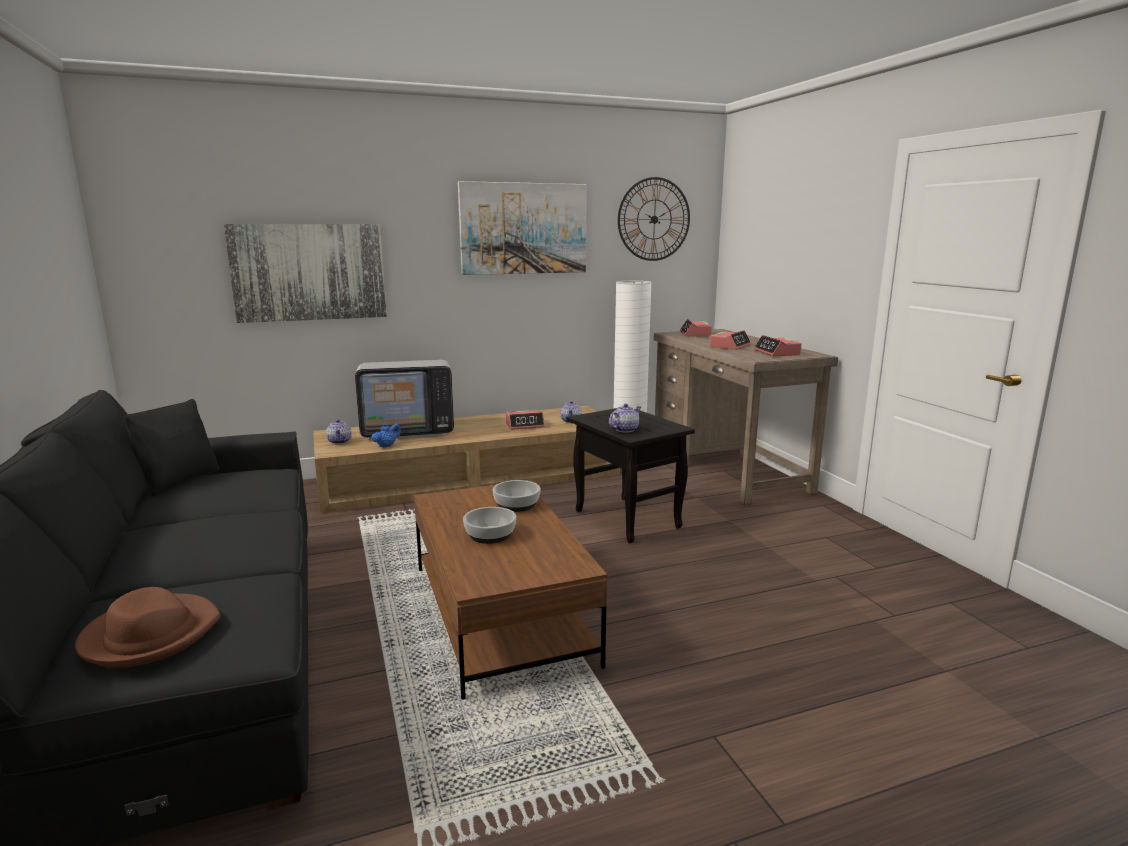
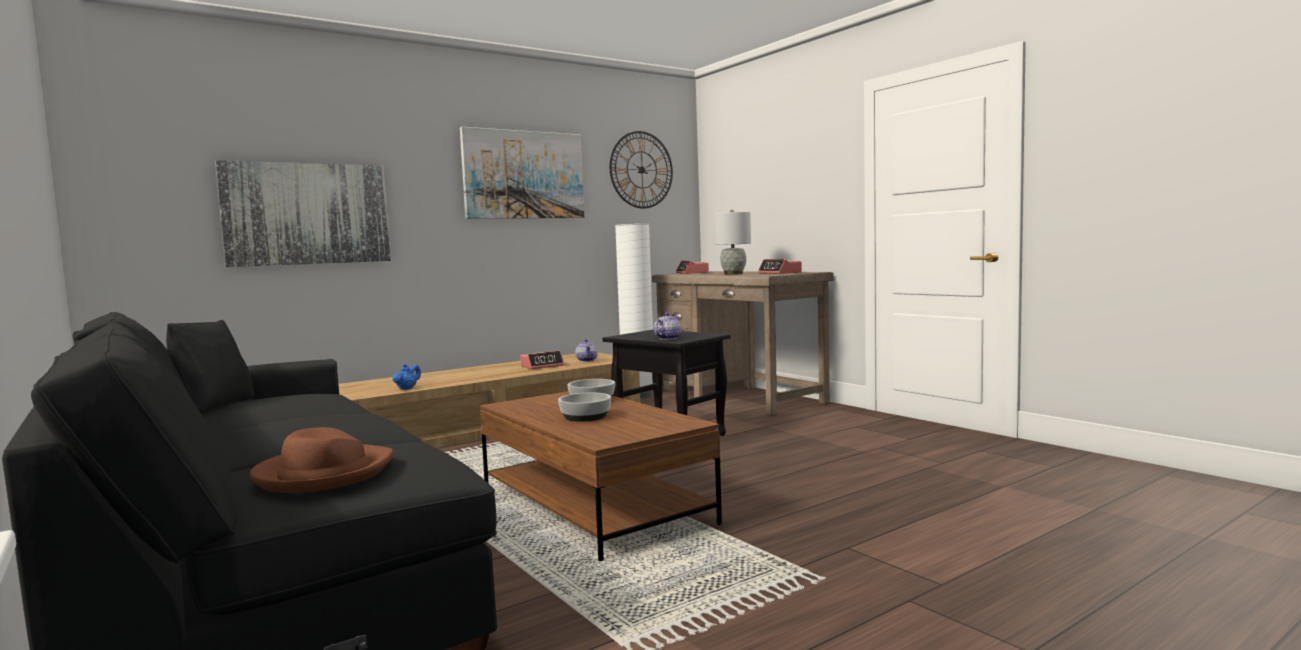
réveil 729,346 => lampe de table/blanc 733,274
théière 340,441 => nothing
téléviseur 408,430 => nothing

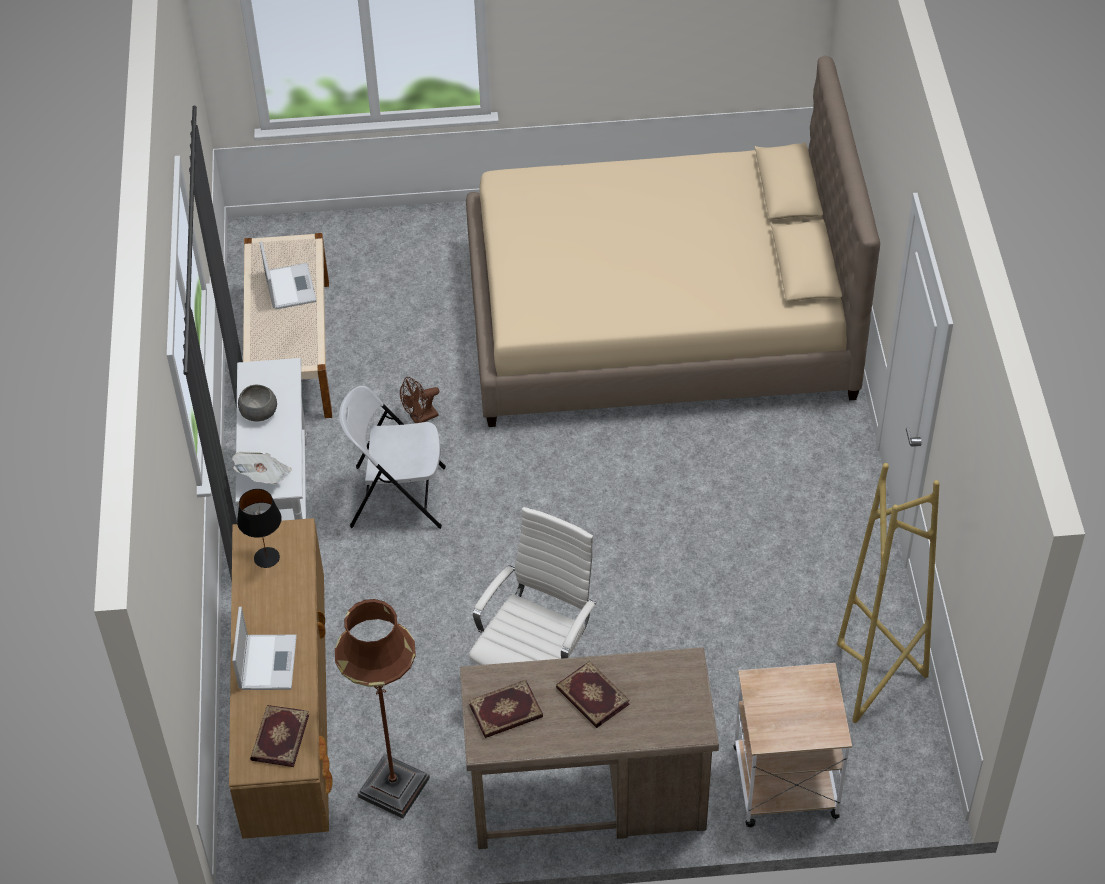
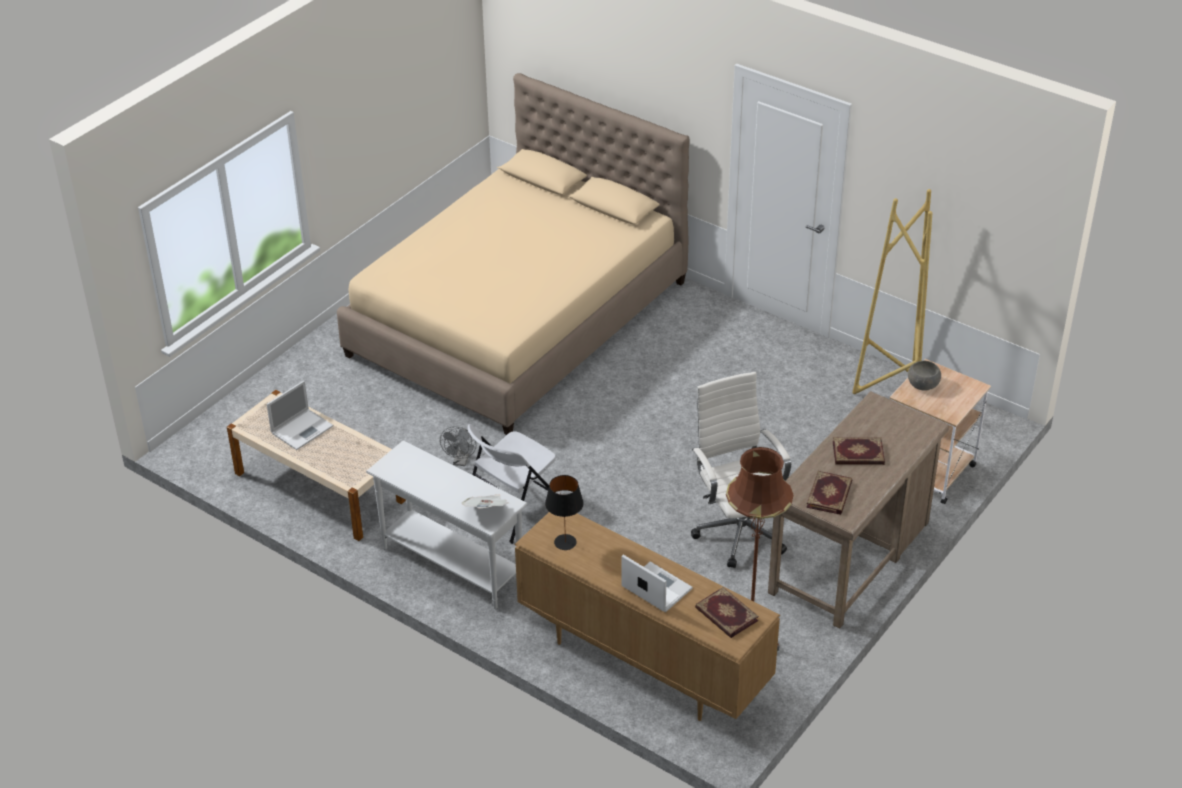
ordinateur portable 289,286 => ordinateur portable 302,429, 105 degrees clockwise
ventilateur/marron 420,418 => ventilateur/gris 461,461
bol/gris 258,412 => bol/gris 923,385, moved

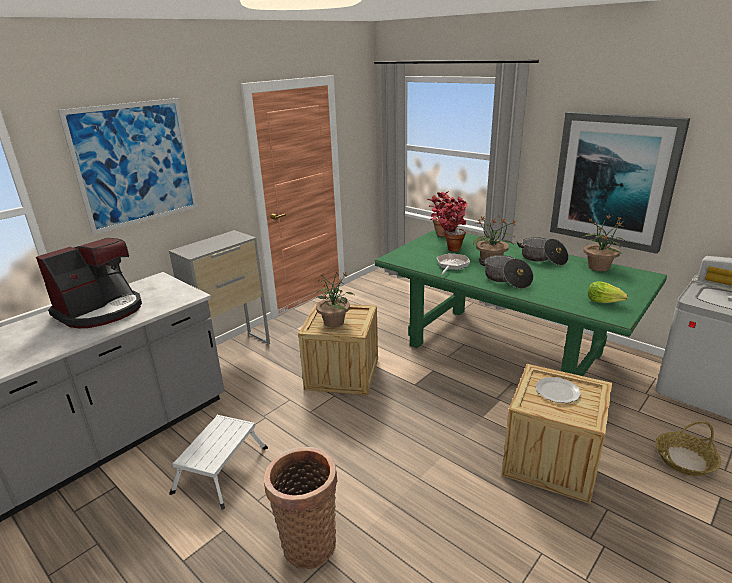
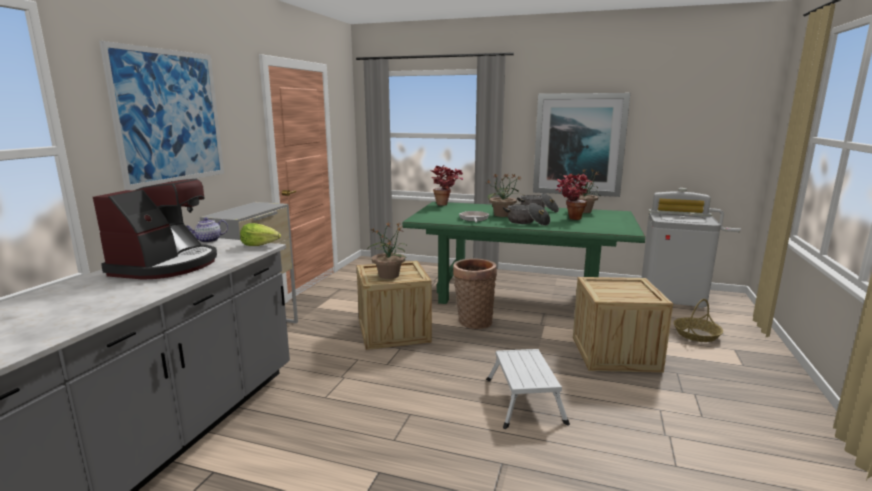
nothing => théière 208,240
laitue 604,301 => laitue 260,245, moved
panier 308,541 => panier 473,321, moved
escabeau/blanc 220,470 => escabeau/blanc 524,400, moved
plante en pot 449,249 => plante en pot 570,218, moved
assiette 557,391 => nothing

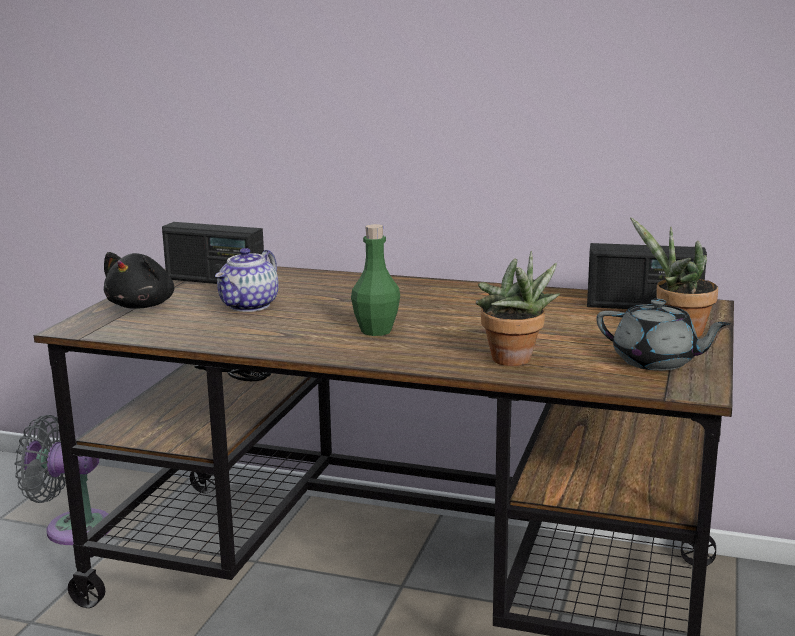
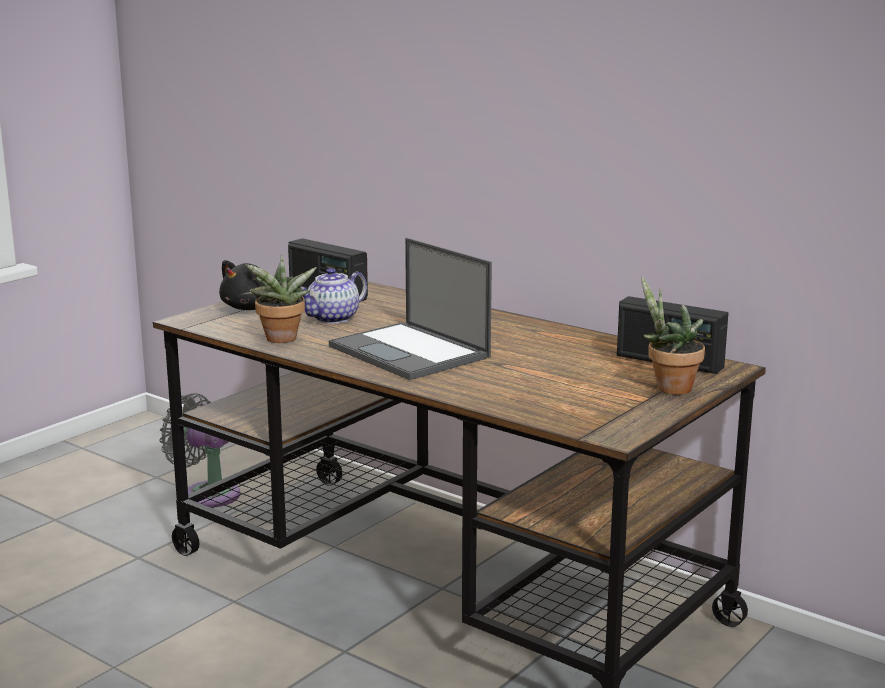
plante en pot 514,361 => plante en pot 281,340, moved
bouteille/vert 376,331 => ordinateur portable 411,352
théière/gris 656,362 => nothing

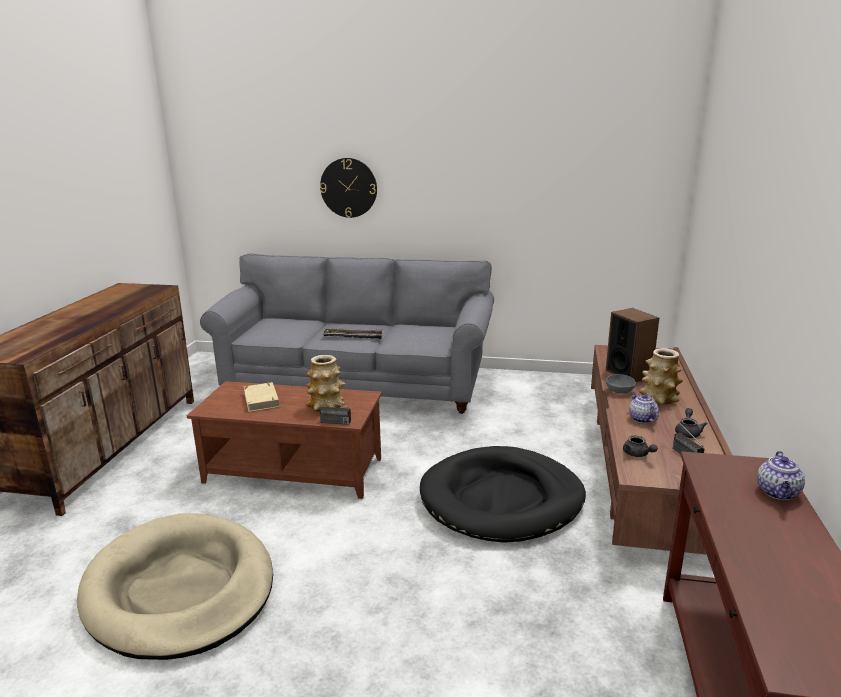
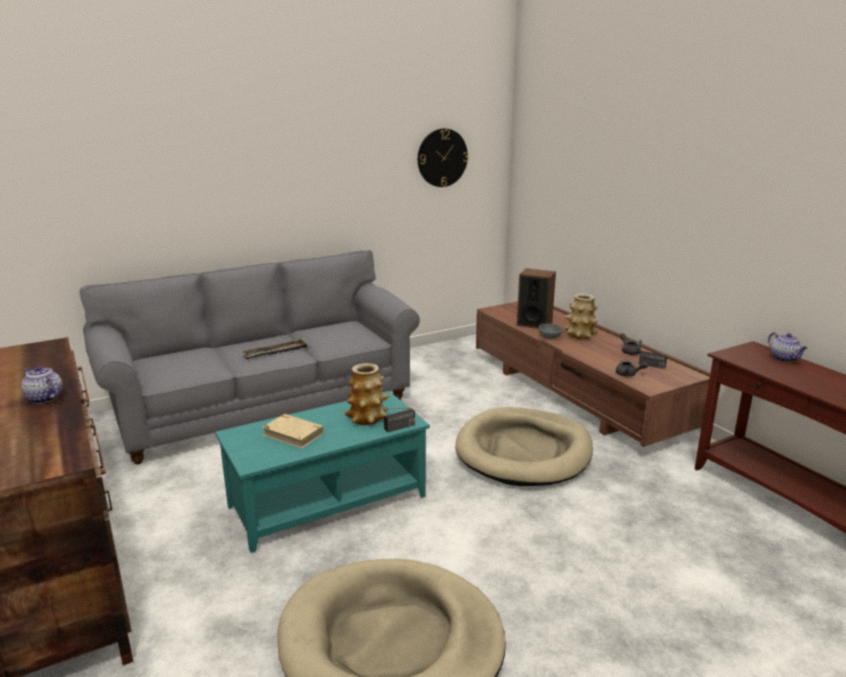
théière 641,419 => théière 43,398, moved
table basse/marron 294,470 => table basse/turquoise 327,500
horloge murale 348,188 => horloge murale 442,157, moved
panier pour chien/noir 502,499 => panier pour chien/beige 524,451

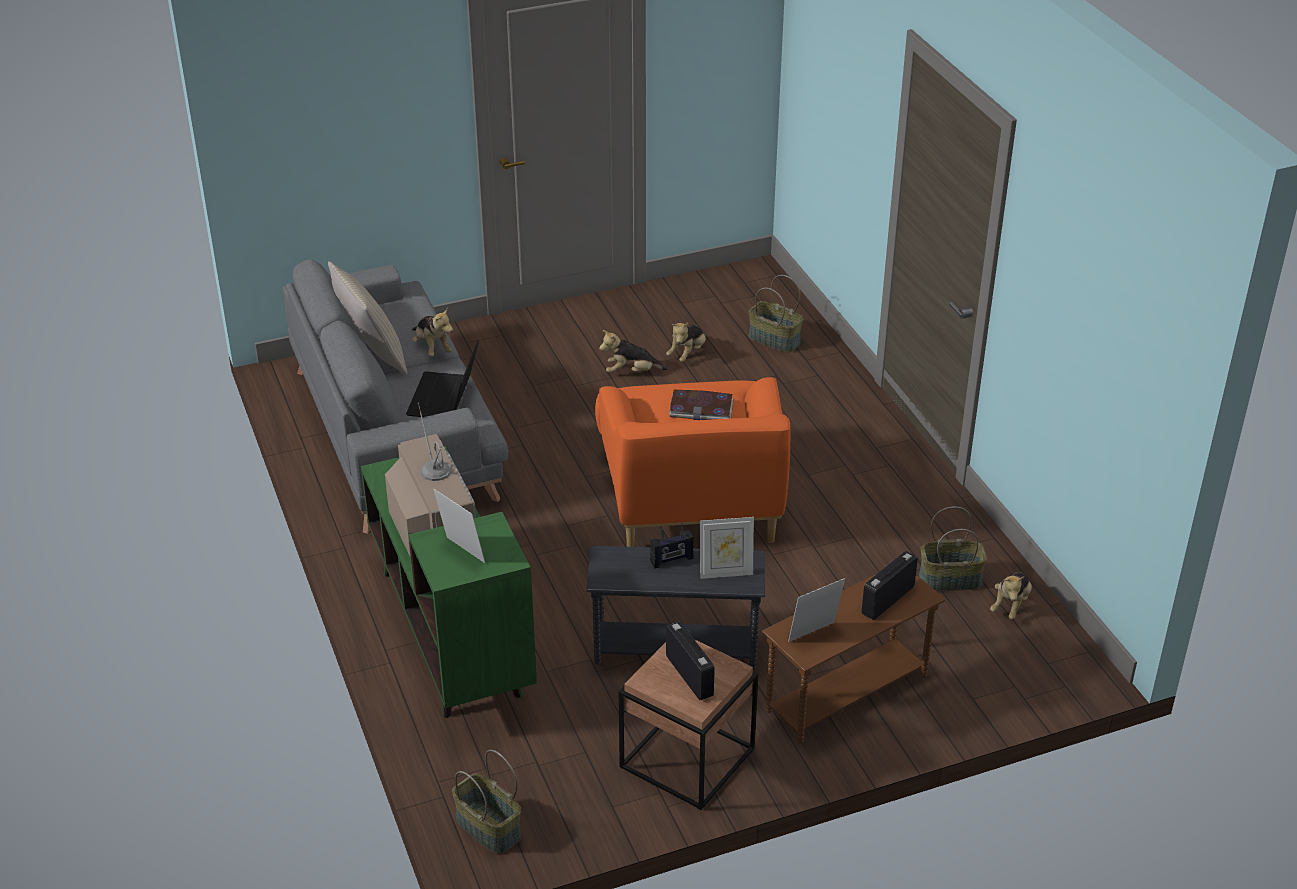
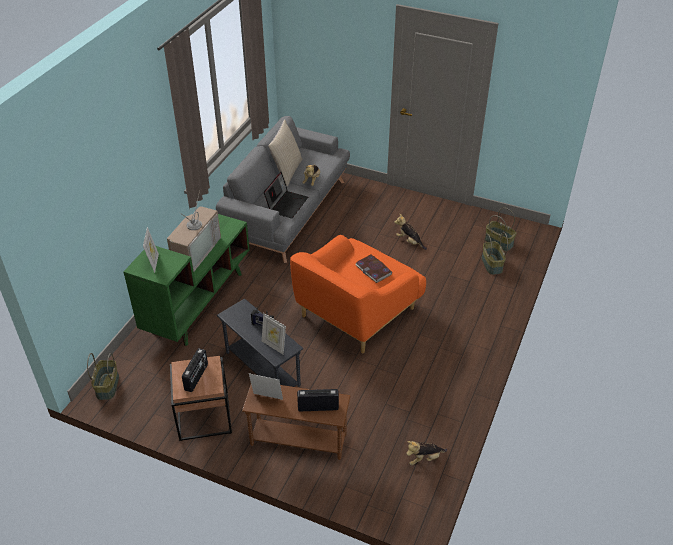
ordinateur portable 445,398 => ordinateur portable 286,204, 150 degrees clockwise
panier 950,579 => panier 499,242, moved
peluche 687,353 => nothing

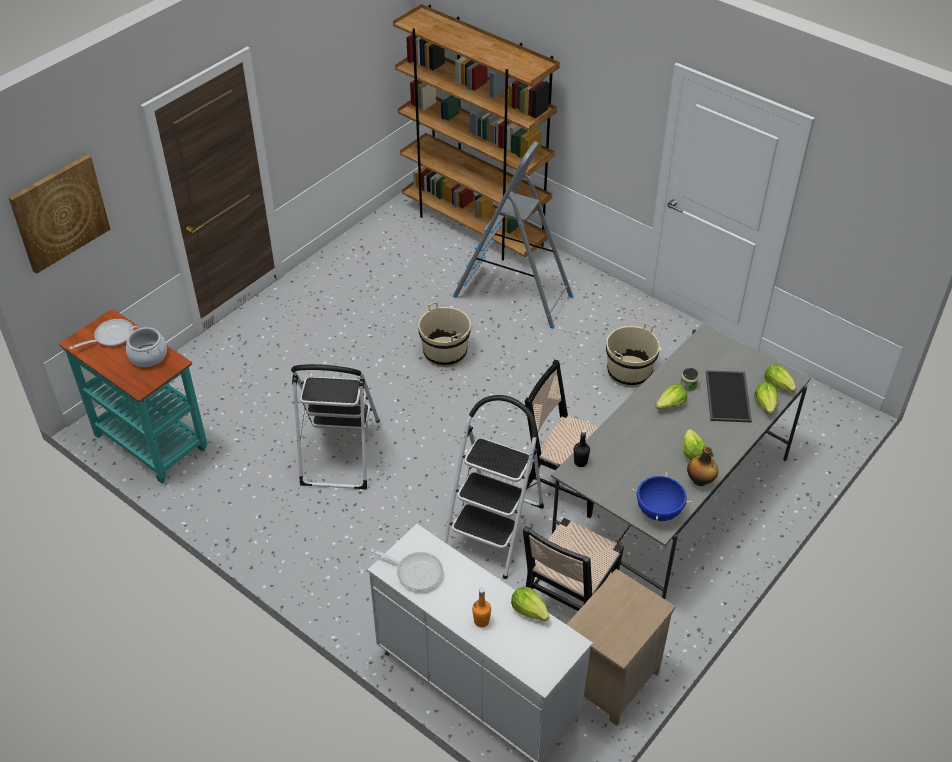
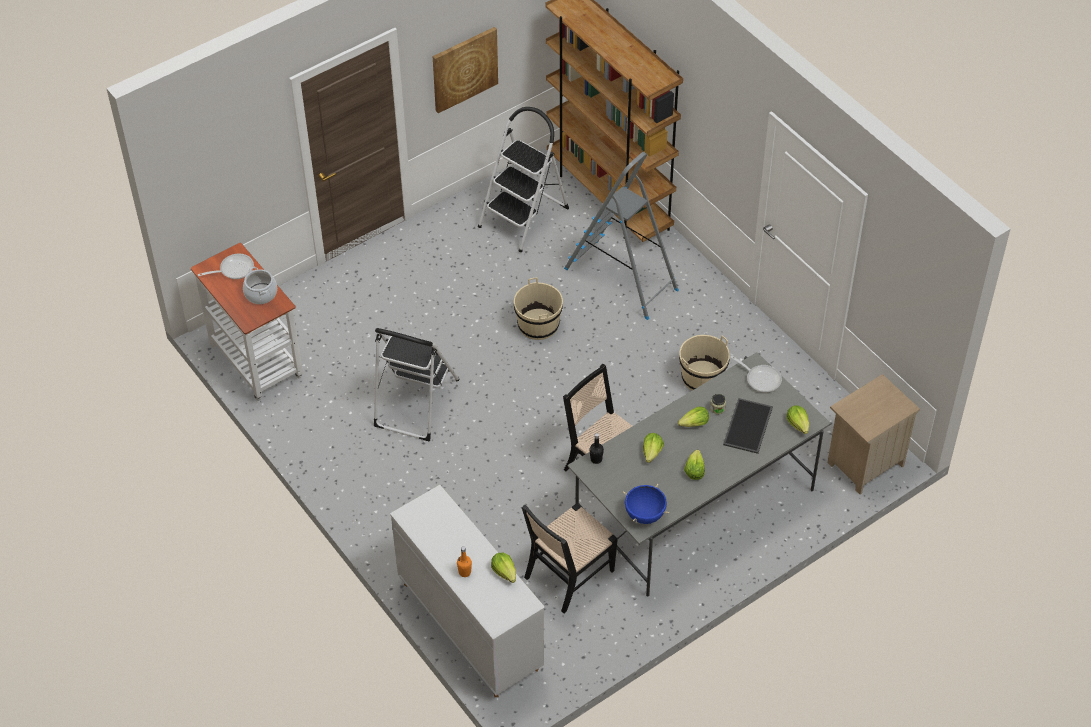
chariot/turquoise 149,442 => chariot/blanc 255,360
tableau 59,213 => tableau 464,69, moved
escabeau 495,528 => escabeau 526,216, moved
laitue 765,404 => laitue 652,452, moved
poêle 415,572 => poêle 761,378, moved
table de chevet/beige 609,681 => table de chevet/beige 863,463, moved
bouteille 700,481 => nothing

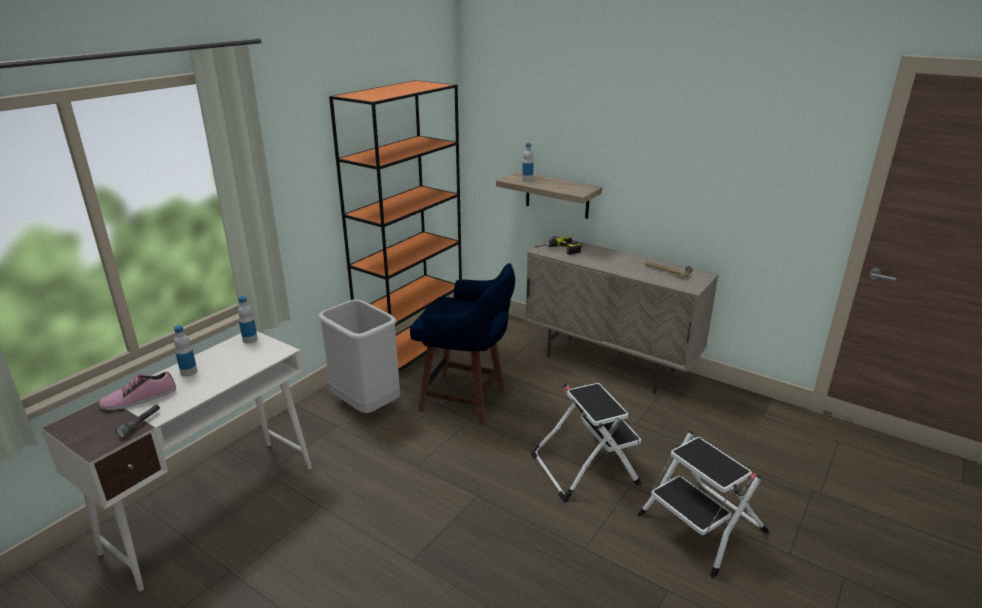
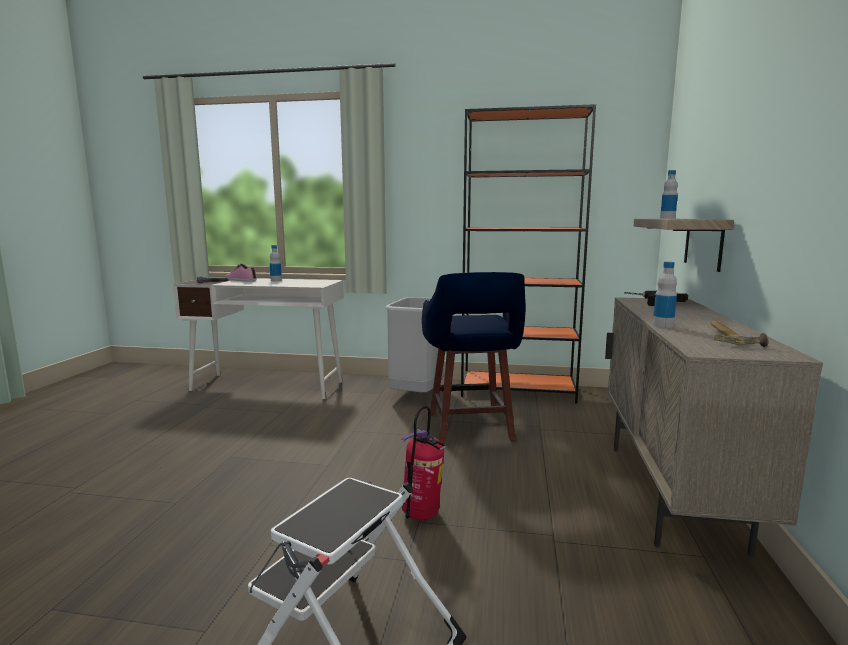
escabeau 585,466 => extincteur 421,517
bouteille 250,340 => bouteille 663,325, moved

